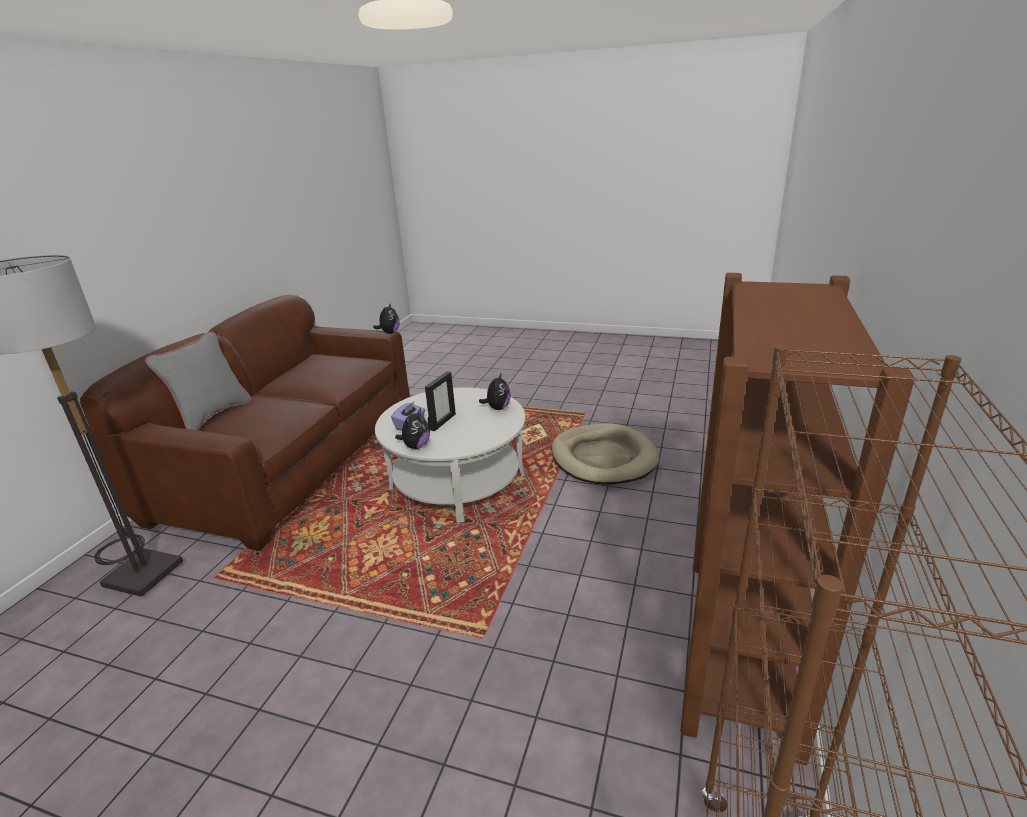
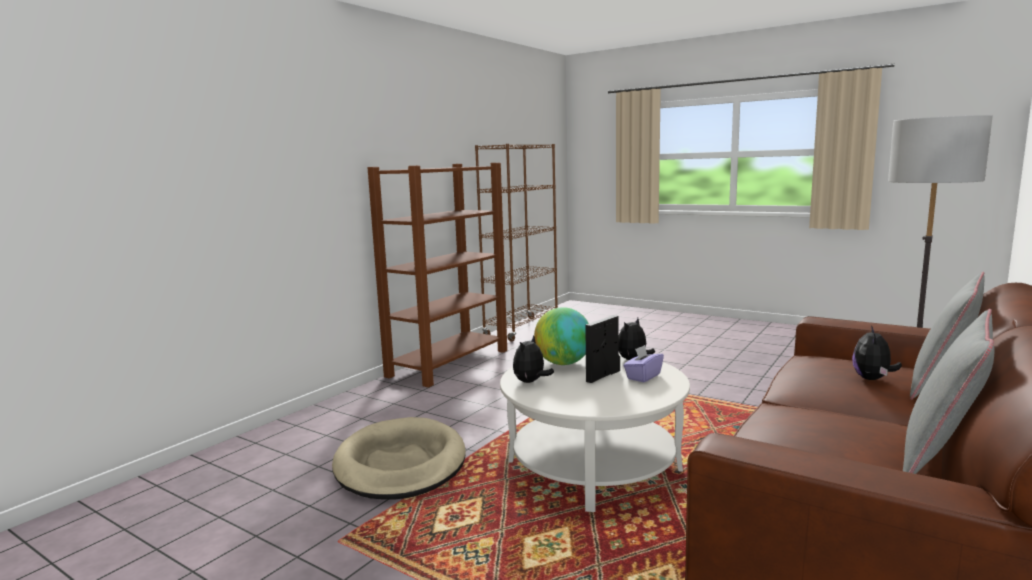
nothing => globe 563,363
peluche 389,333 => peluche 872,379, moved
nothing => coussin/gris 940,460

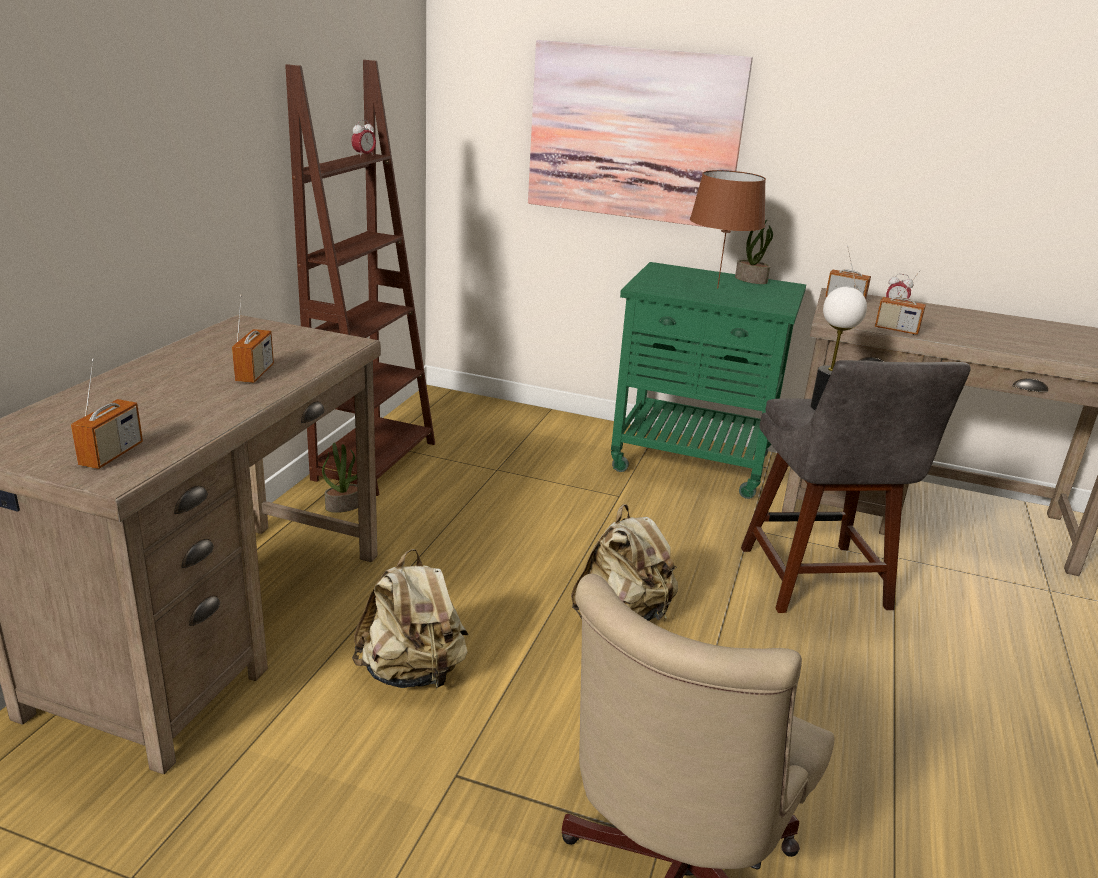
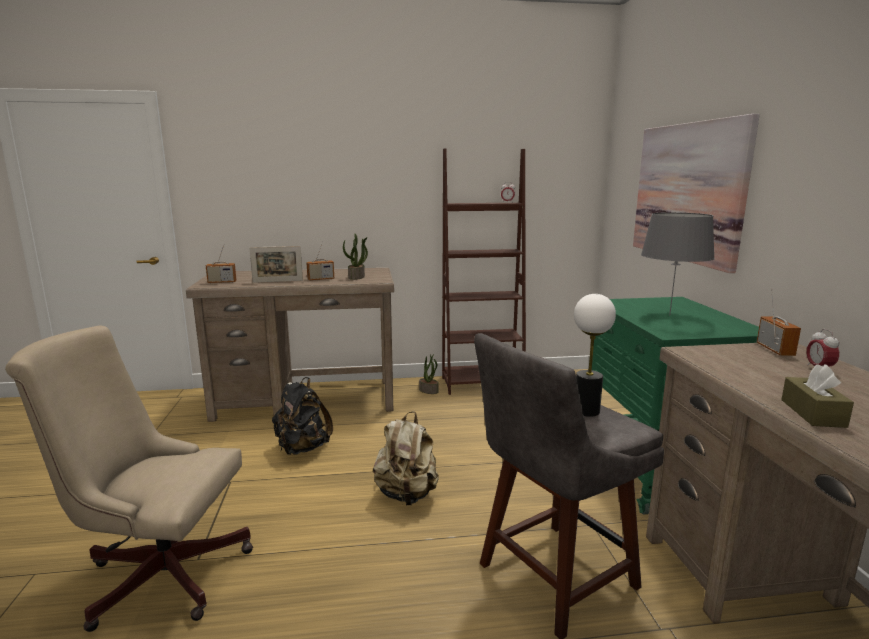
nothing => cadre photo 277,281
sac à dos/beige 412,673 => sac à dos/noir 302,448
plante en pot 751,280 => plante en pot 356,277, moved
lampe de table/marron 717,288 => lampe de table/gris 670,315
nothing => boîte à mouchoirs/marron 812,413
radio 896,330 => nothing

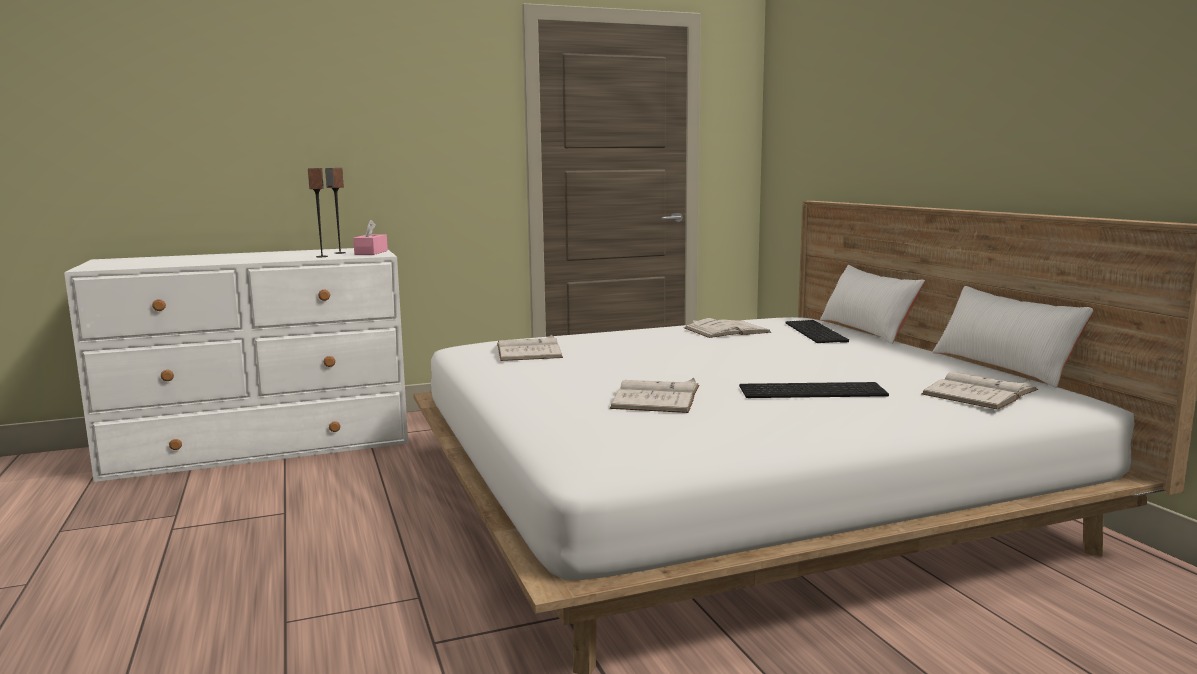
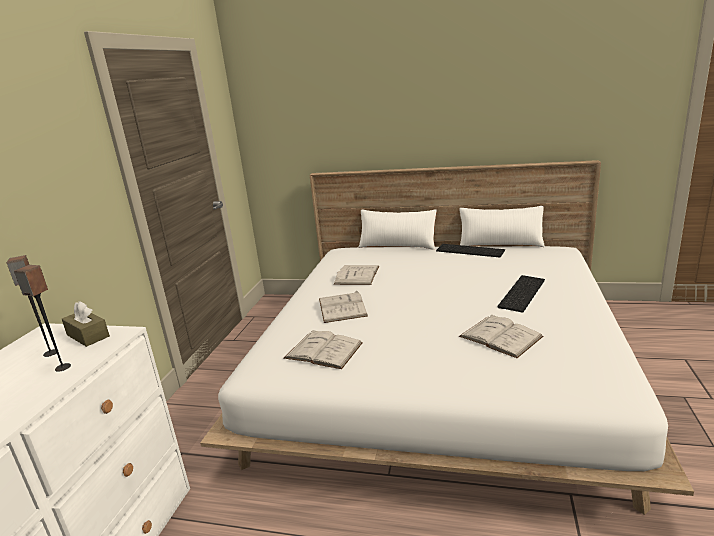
boîte à mouchoirs/rose 371,252 => boîte à mouchoirs/marron 88,336
livre/blanc 979,392 => livre/blanc 342,307, moved
clavier 817,332 => clavier 471,250, moved

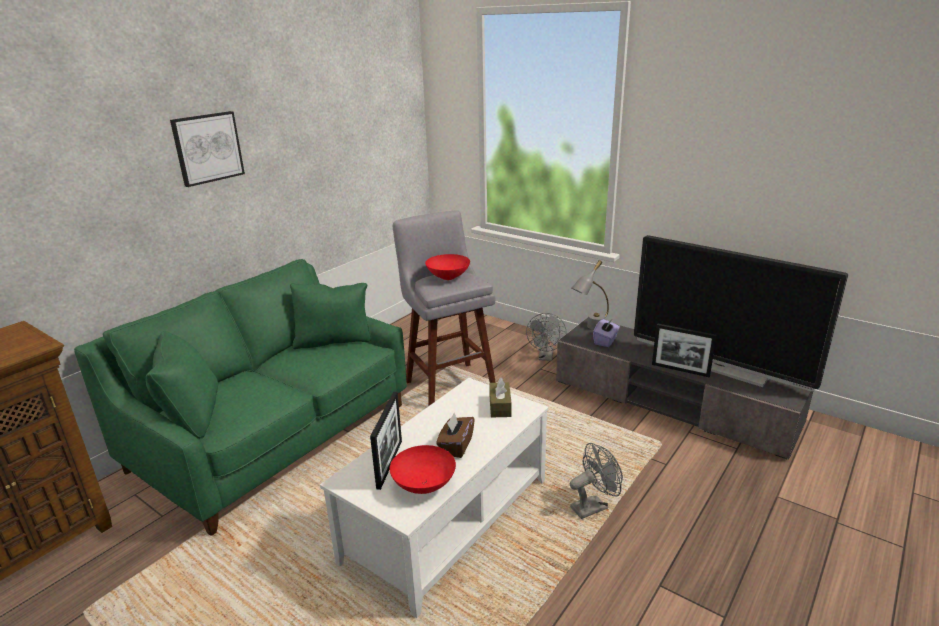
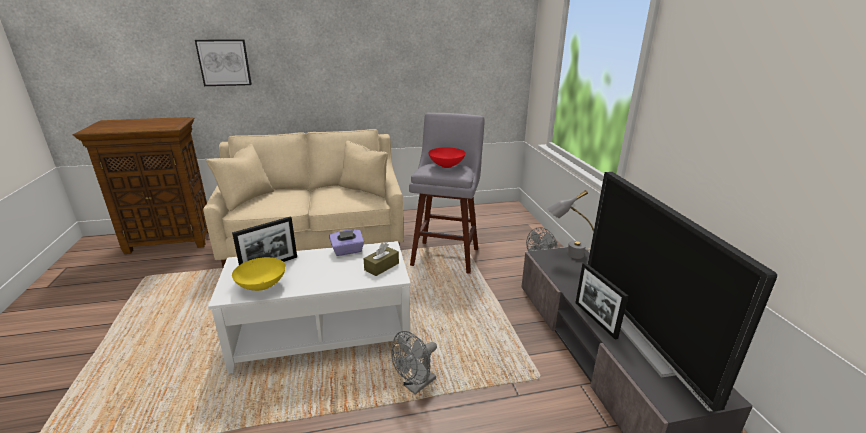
tableau 207,148 => tableau 224,62, moved
canapé/vert 275,437 => canapé/beige 316,240
bol/rouge 423,484 => bol/jaune 262,285
boîte à mouchoirs/violet 605,341 => boîte à mouchoirs/violet 347,251, moved
ventilateur/gris 593,506 => ventilateur/gris 416,386, 120 degrees clockwise
boîte à mouchoirs/marron 456,446 => nothing

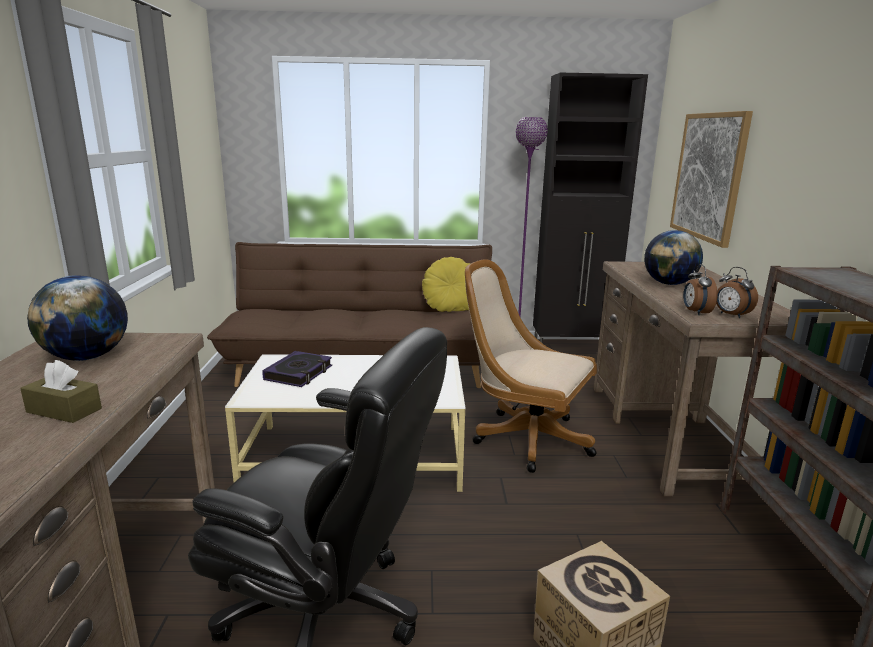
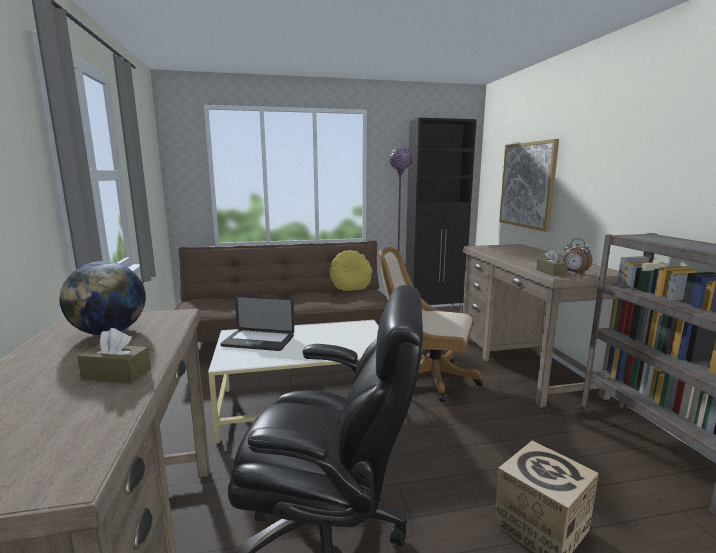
livre 299,373 => ordinateur portable 258,341
réveil 695,312 => boîte à mouchoirs/marron 550,272
globe 669,284 => nothing

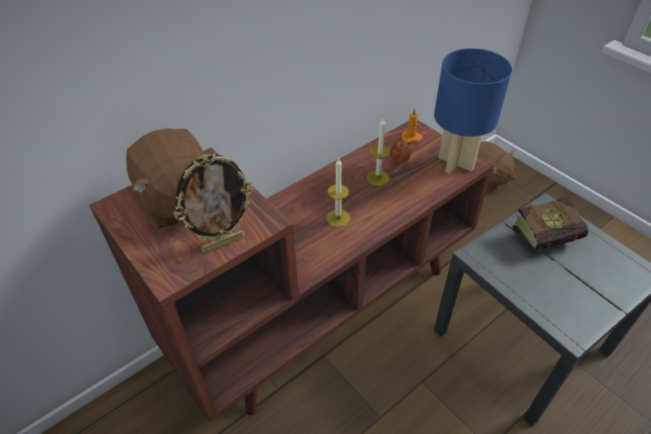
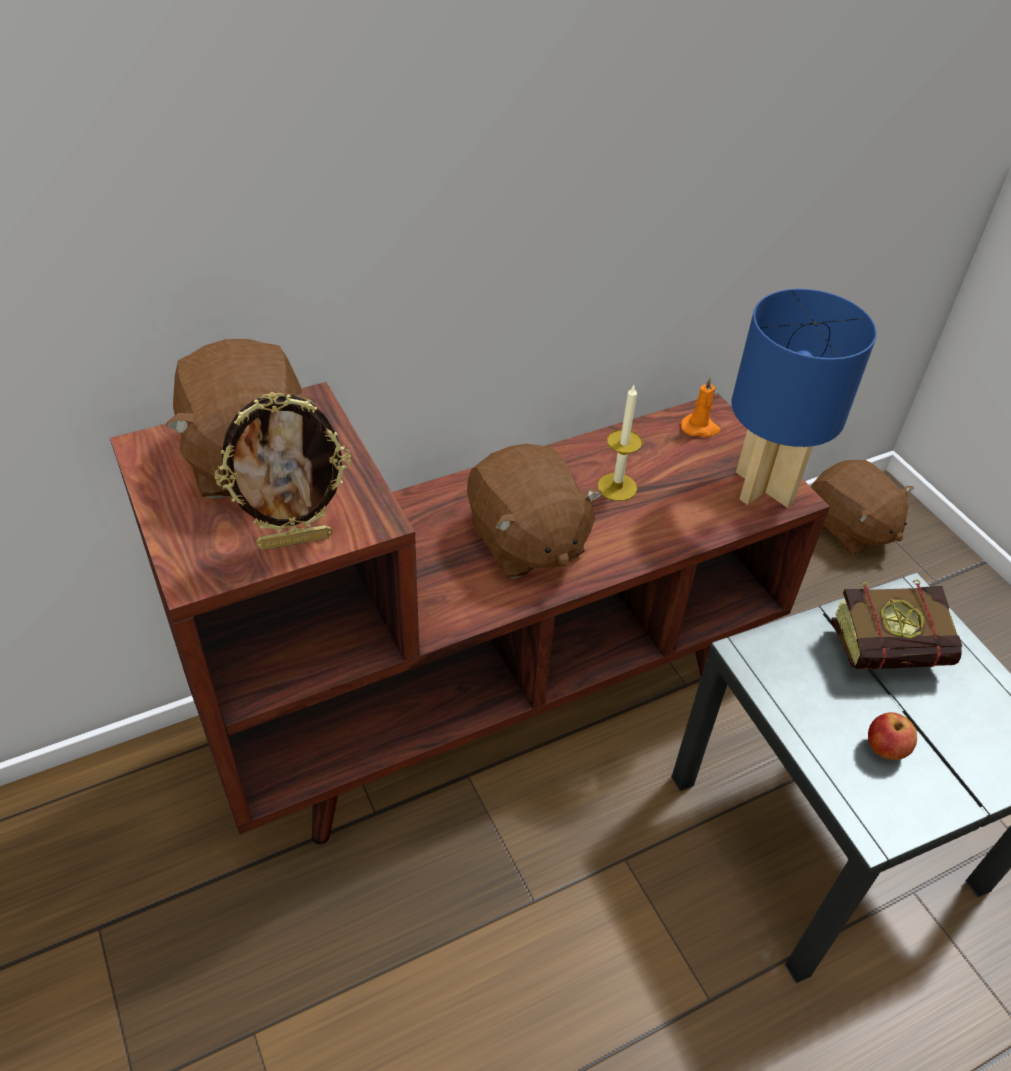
bougie 338,218 => peluche/marron 526,542
pomme 399,160 => pomme 884,749, moved

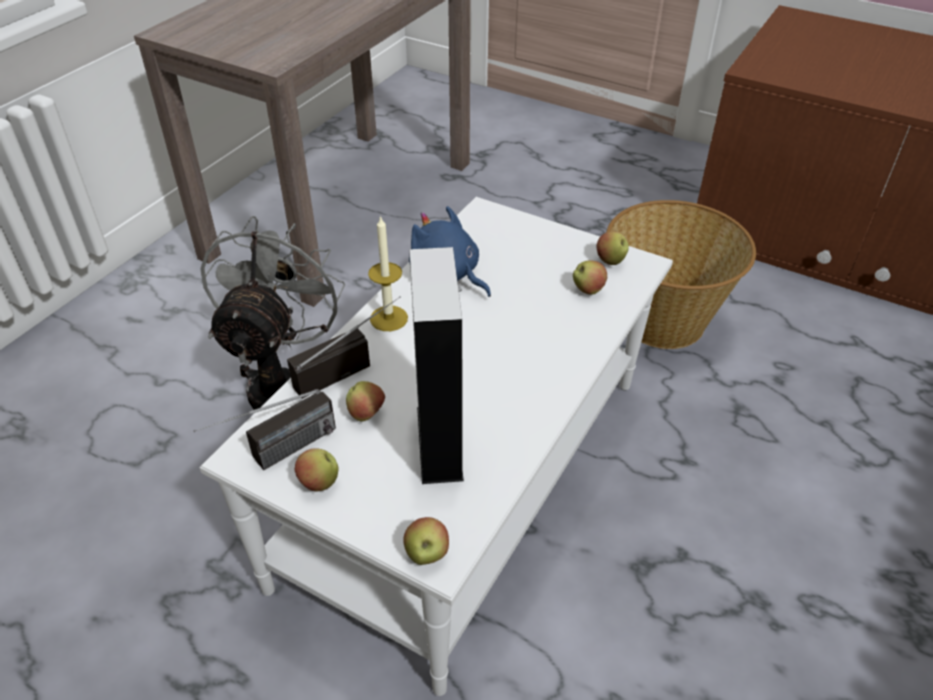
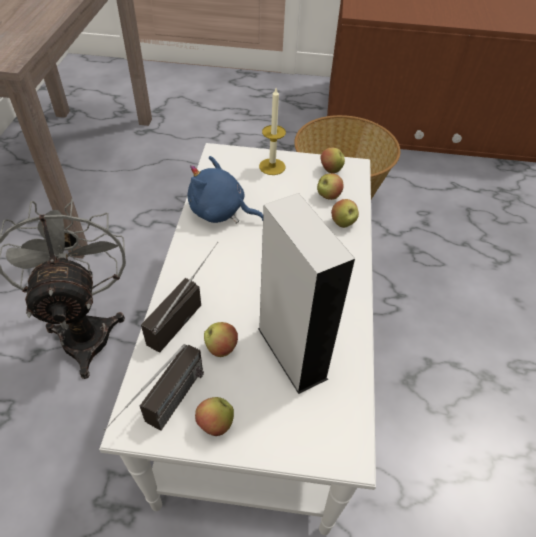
bougie 389,318 => bougie 272,166, moved
pomme 427,554 => pomme 343,223, moved

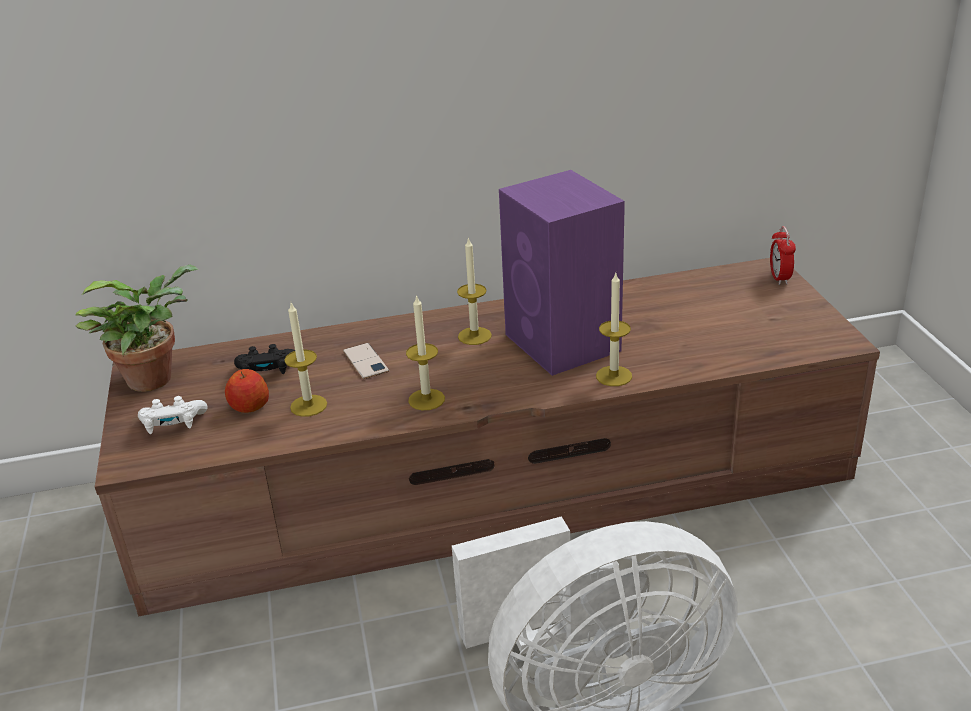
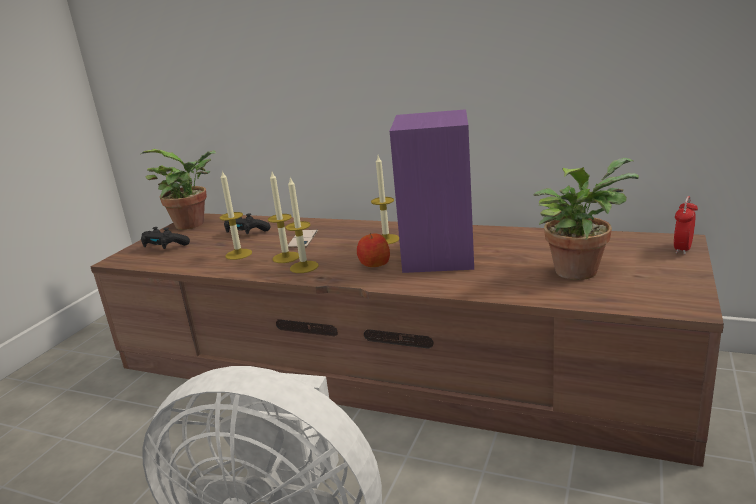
manette/blanc 173,425 => manette/noir 165,247
bougie 614,376 => bougie 286,257, moved
pomme 249,406 => pomme 374,264, moved
nothing => plante en pot 578,269

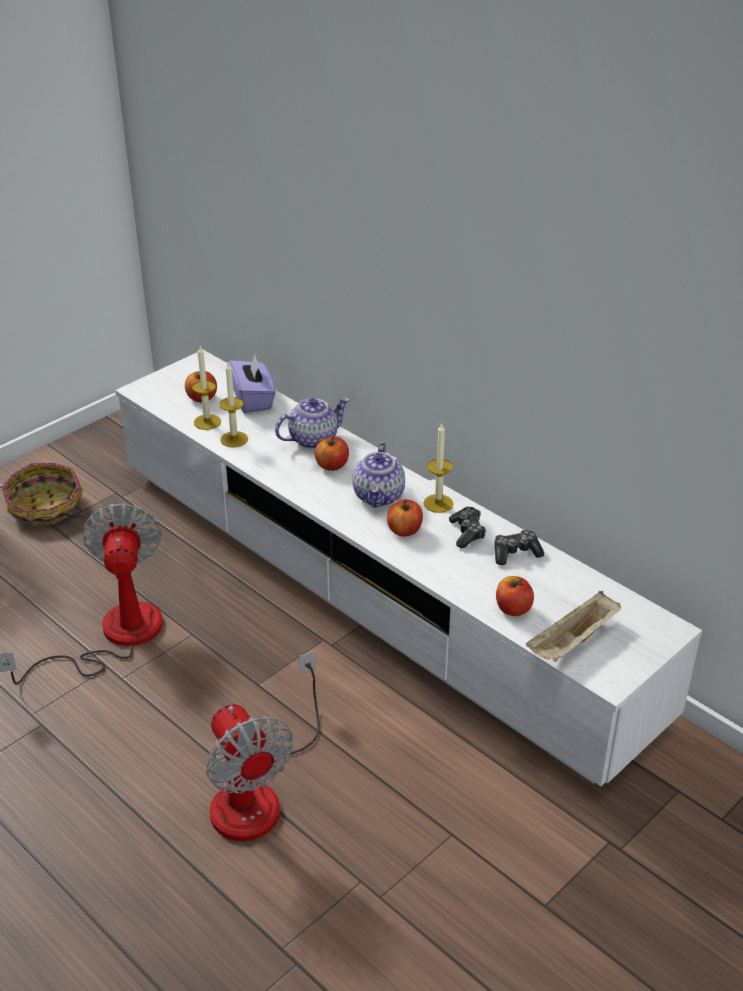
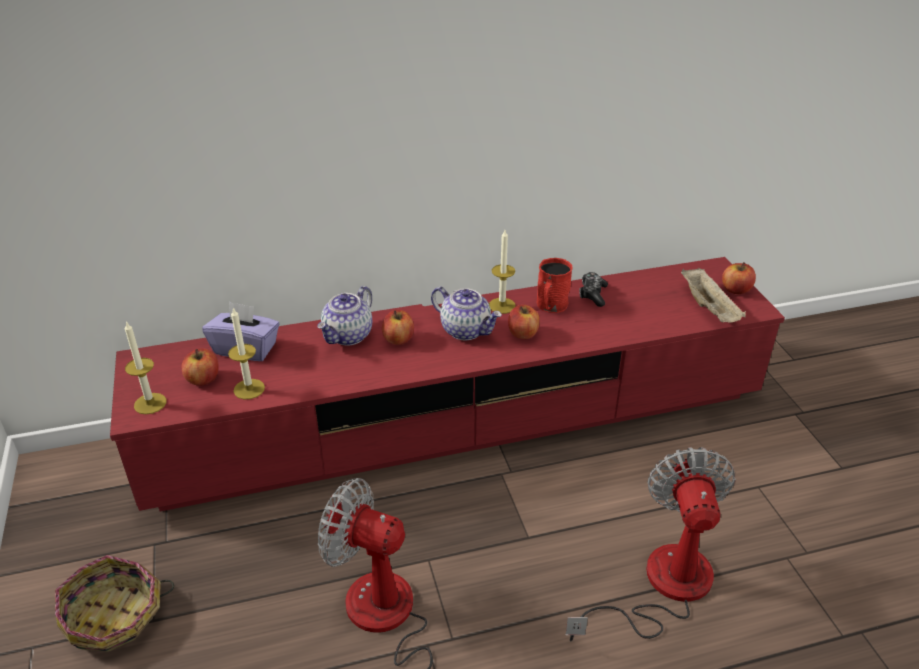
meuble télé/blanc 372,587 => meuble télé/rouge 459,420
bougie 234,439 => bougie 150,403, moved
théière 313,439 => théière 348,336, 150 degrees counterclockwise
manette 467,533 => mug/rouge 551,306
ventilateur 258,792 => ventilateur 661,587, 90 degrees counterclockwise
pomme 513,608 => pomme 736,290, moved

